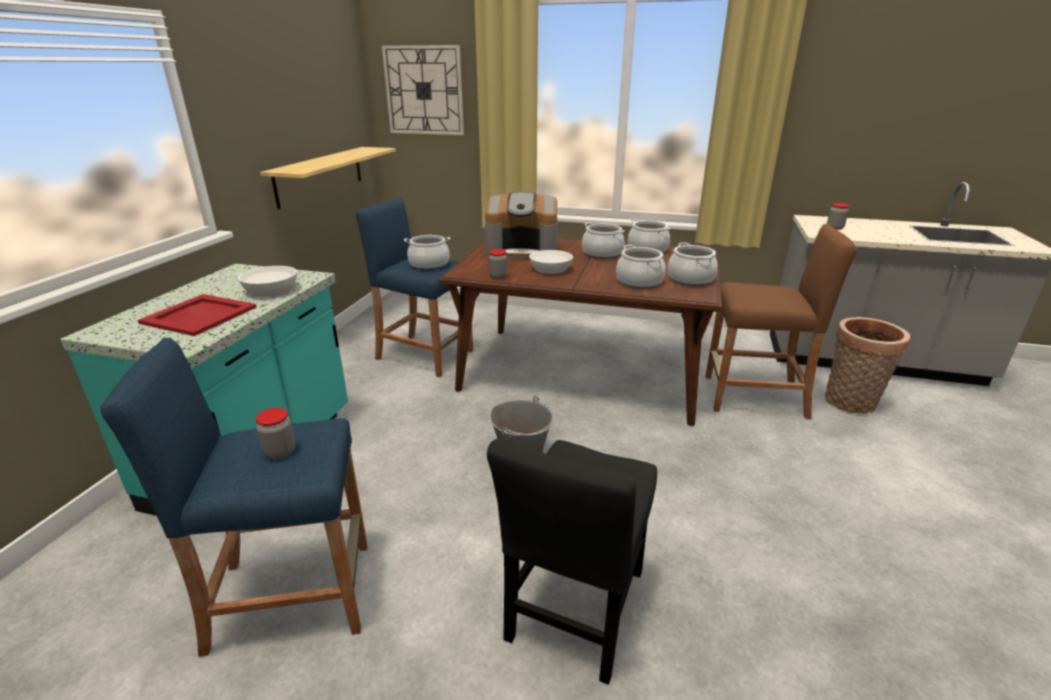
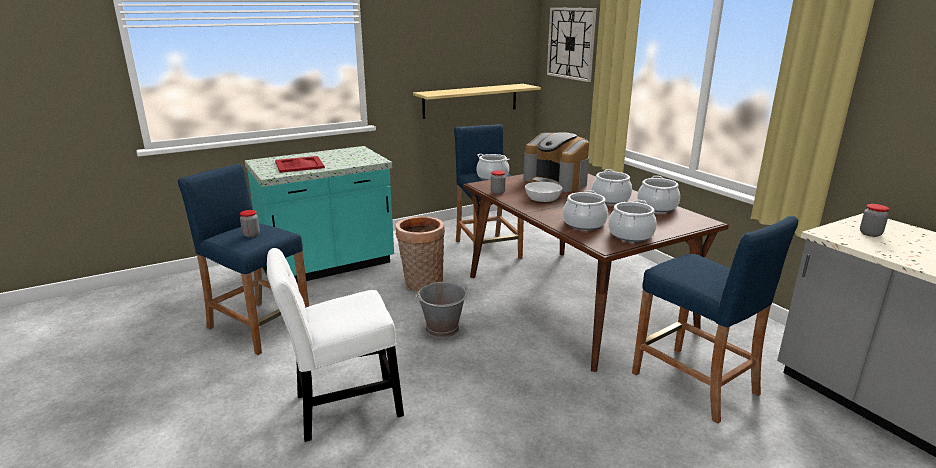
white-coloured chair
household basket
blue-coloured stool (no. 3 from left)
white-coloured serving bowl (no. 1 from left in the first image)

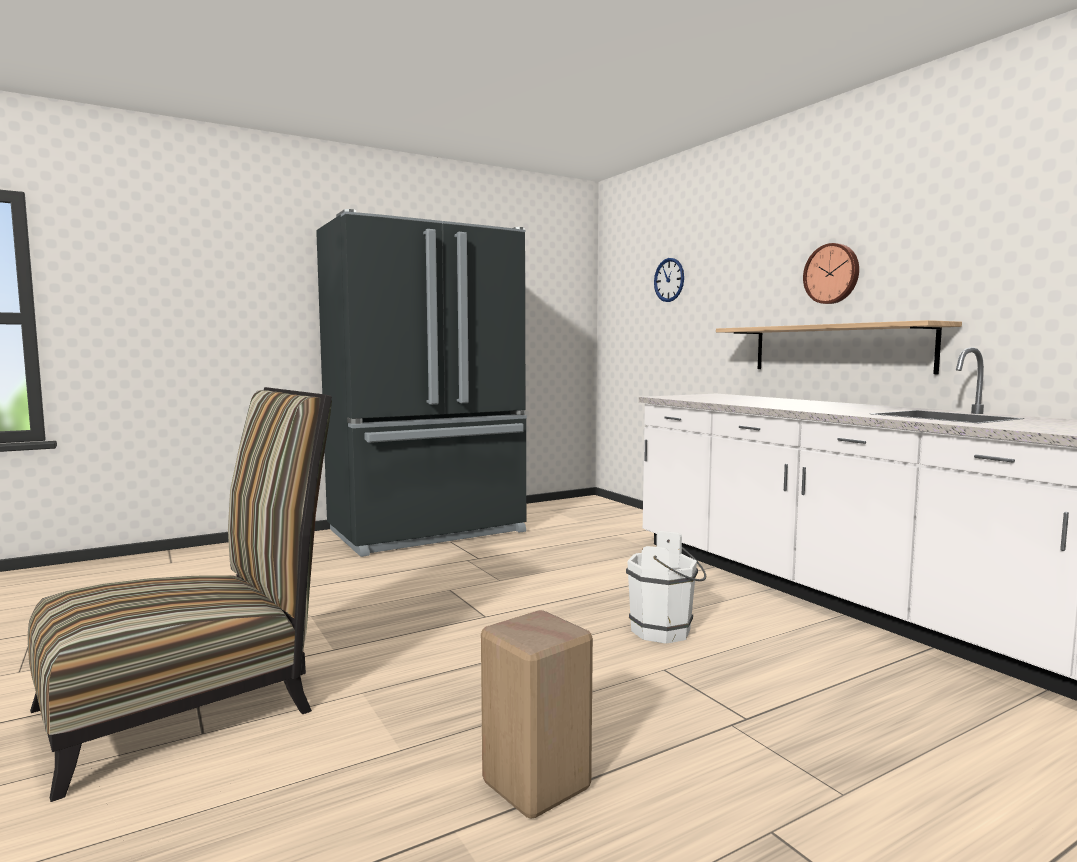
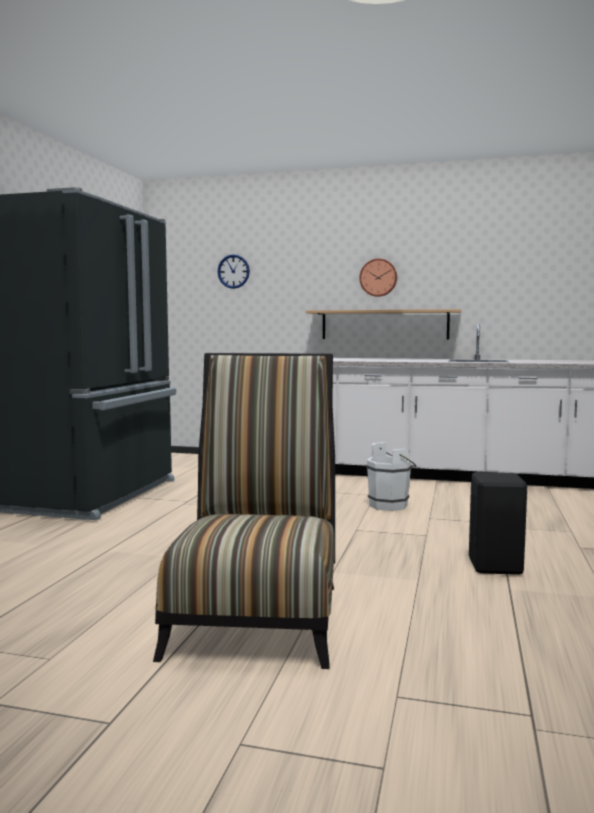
black-coloured stool

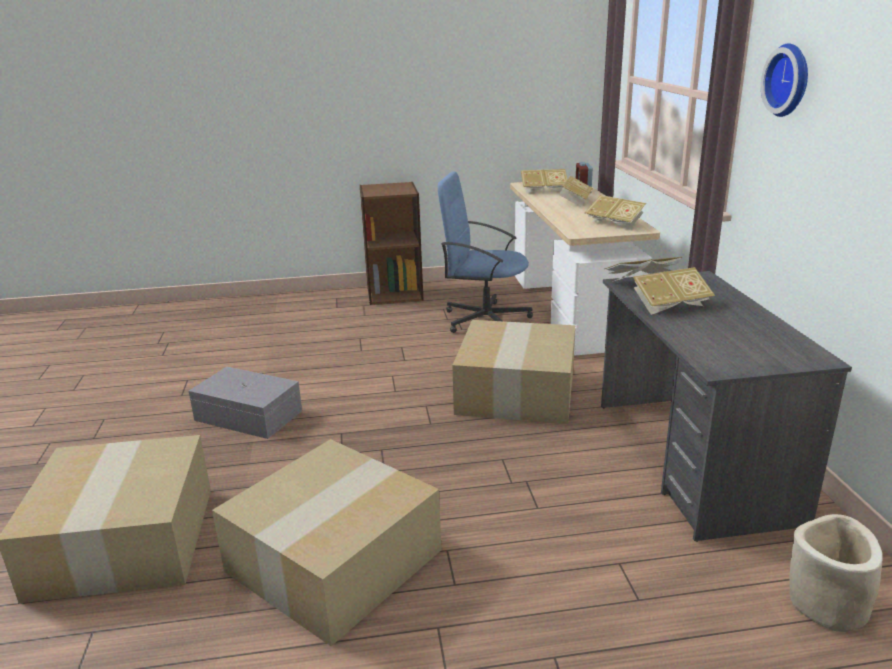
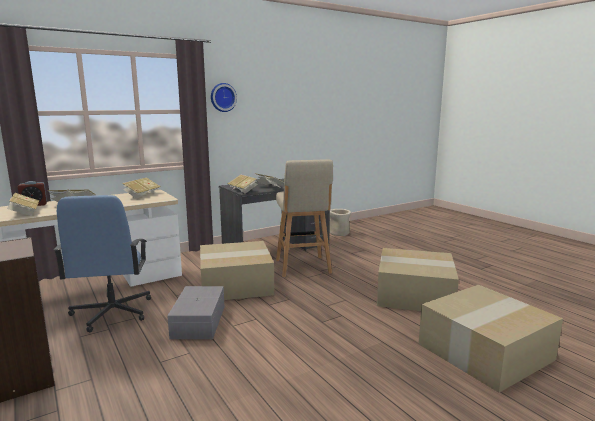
gray storage bin
beige-coloured stool

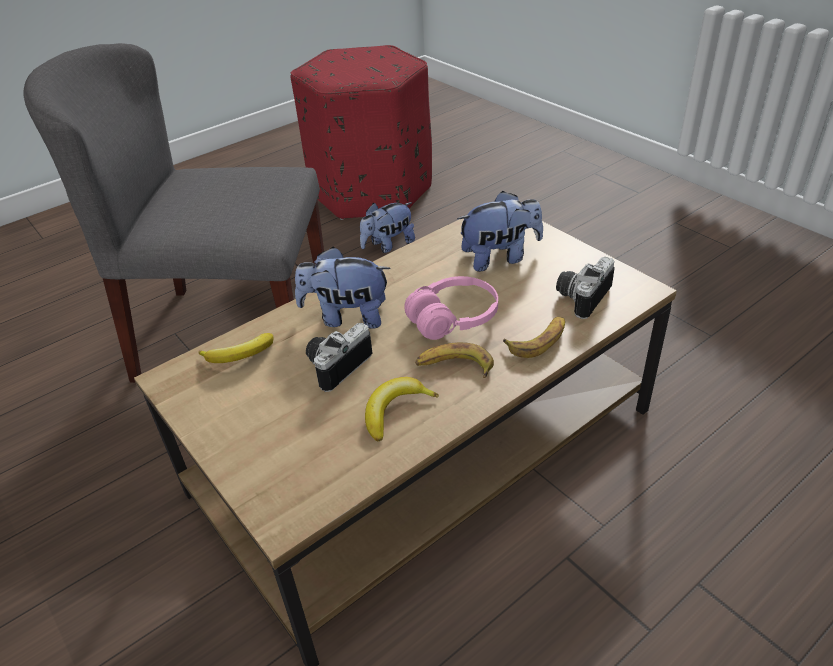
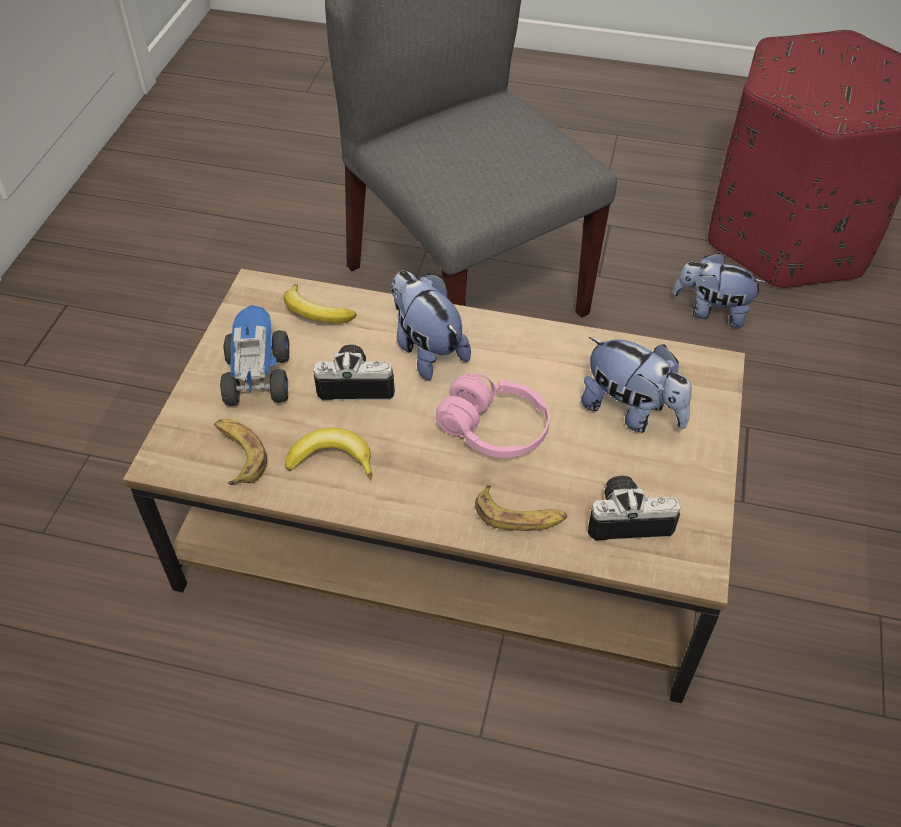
whole banana (no. 1 from left)
model truck

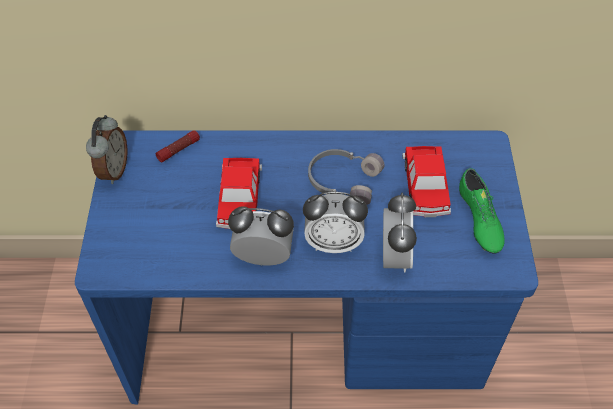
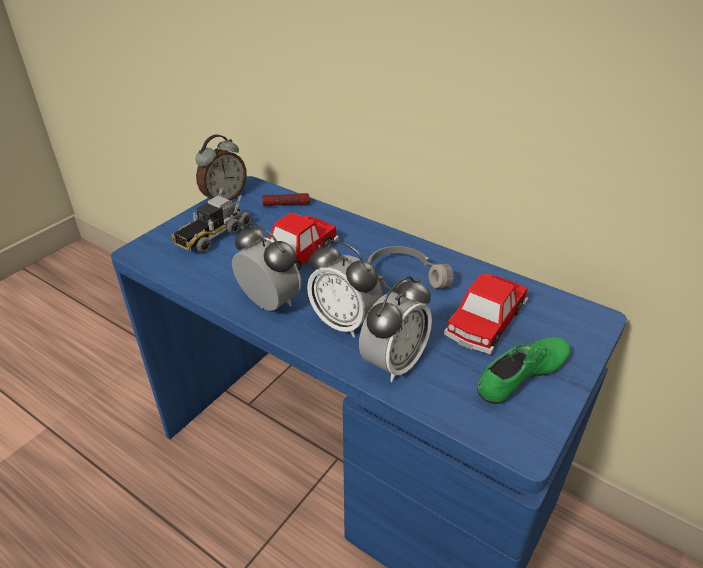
model truck
green-coloured item of footwear

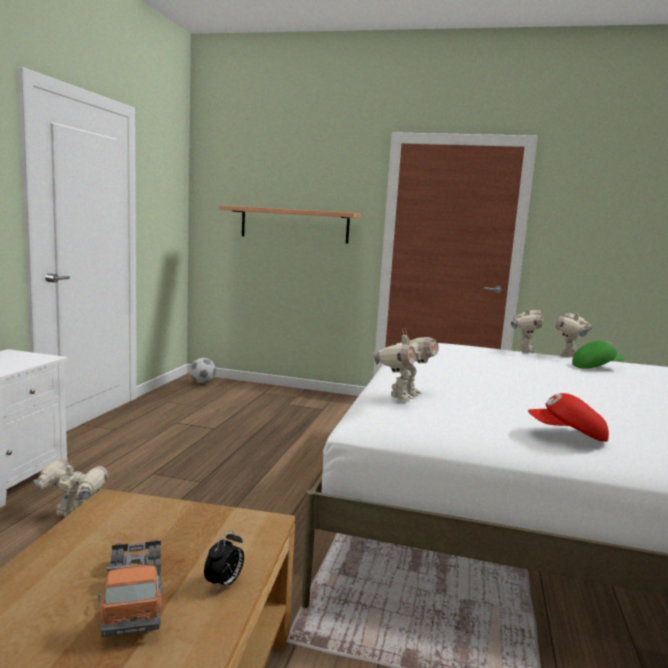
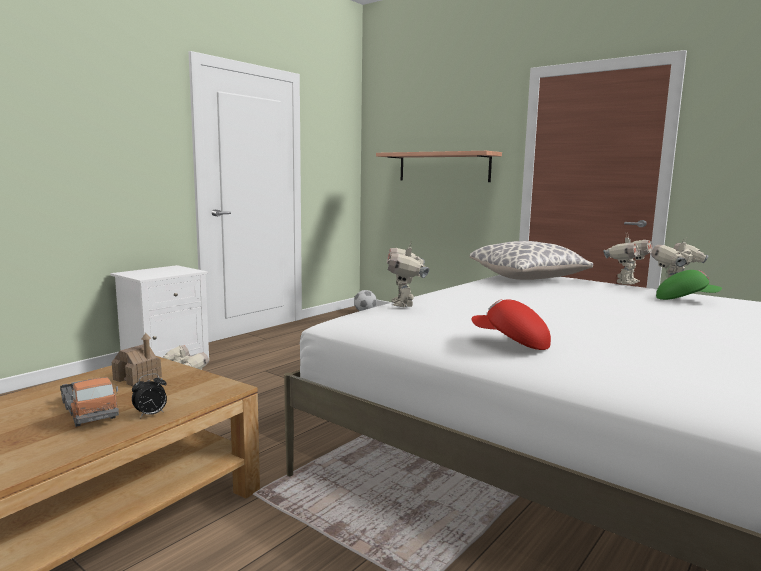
model truck
toy house
toy robot (no. 2 from left)
cushion

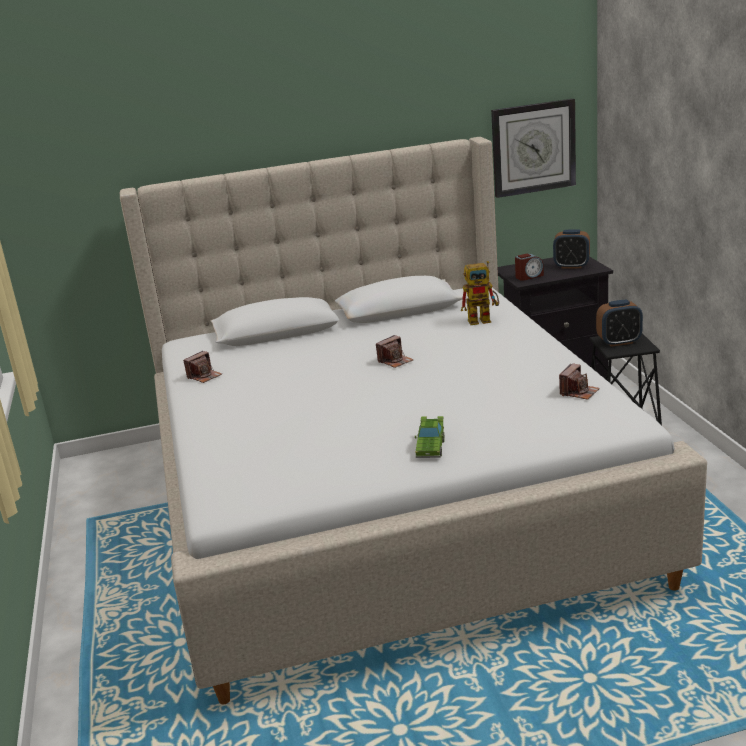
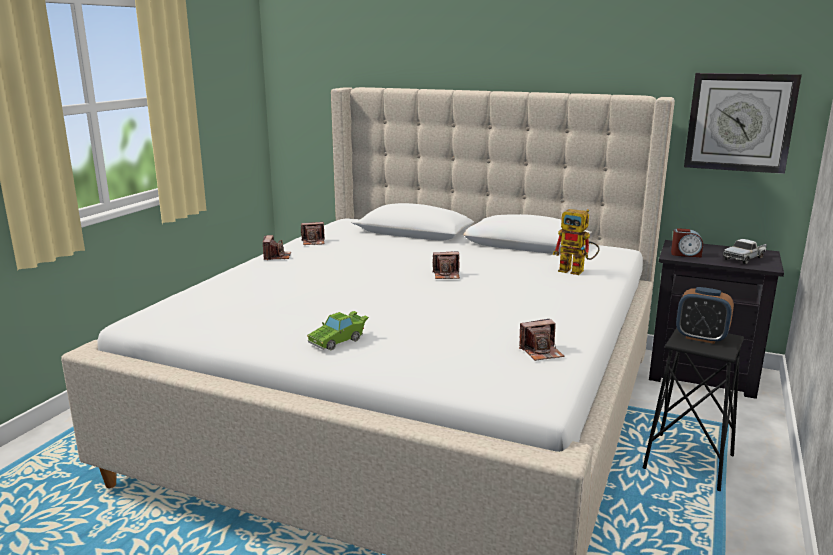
photo camera (no. 1 from left)
model truck

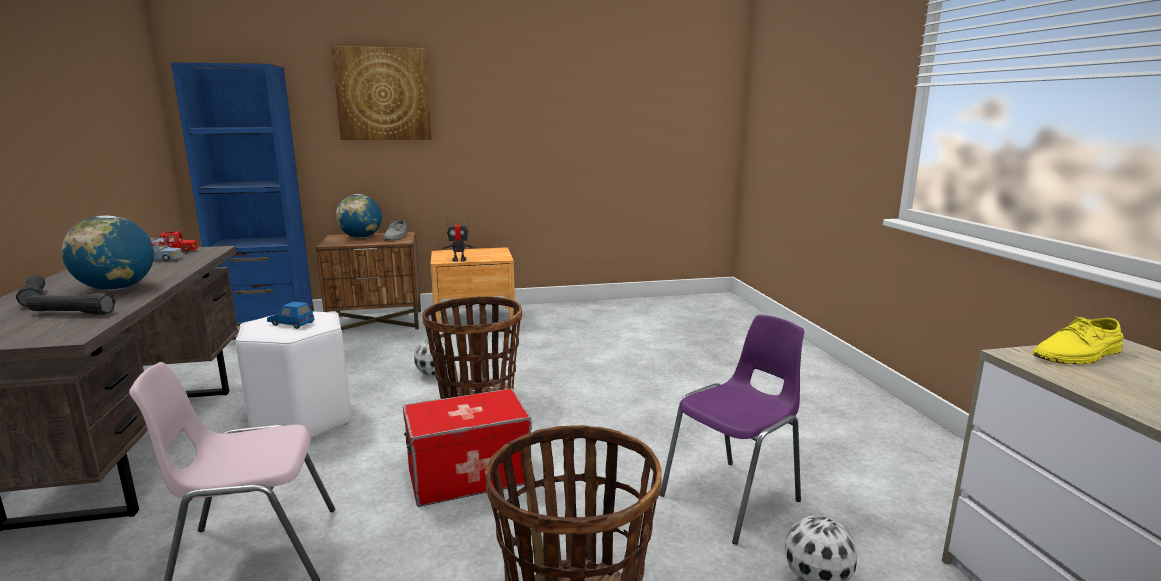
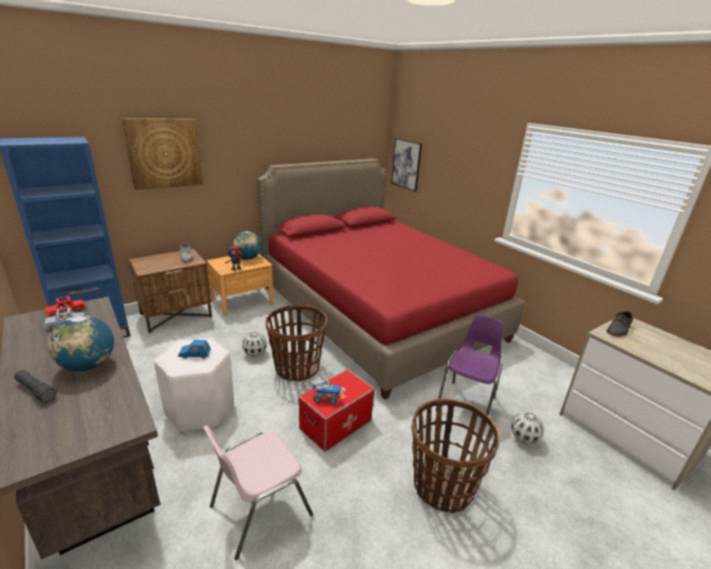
desk globe (no. 2 from left)
red-coloured bedroom bed
model truck
wall art (no. 2 from left)
gray item of footwear (no. 2 from left)
black-coloured torch (no. 2 from left in the first image)

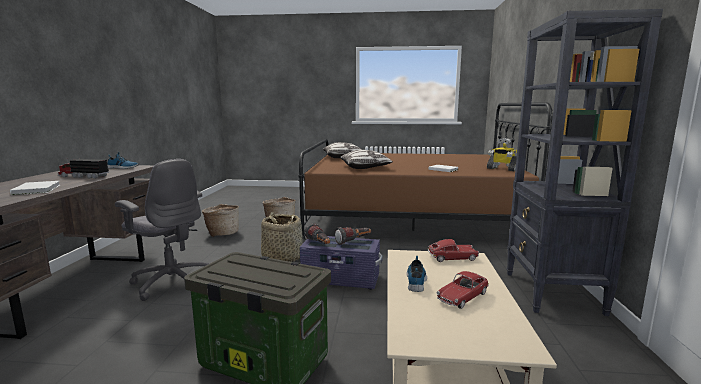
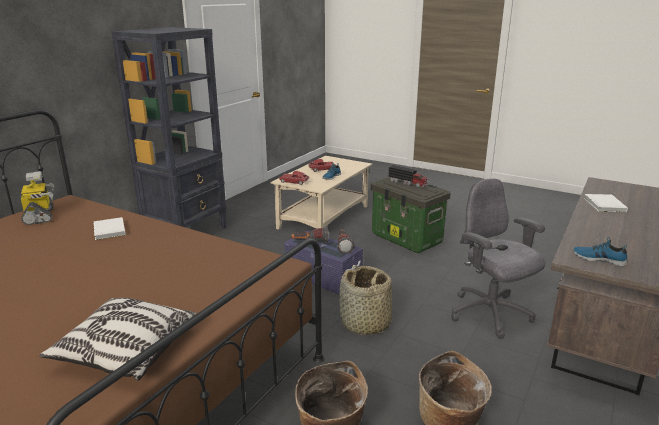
model truck
cushion (no. 2 from left in the first image)

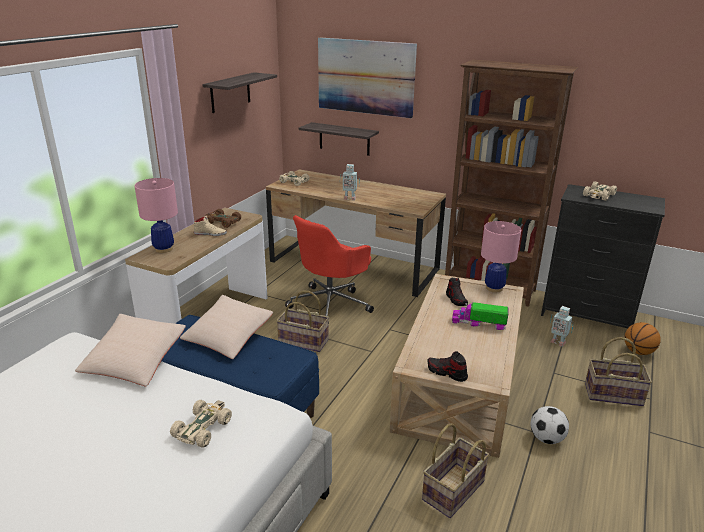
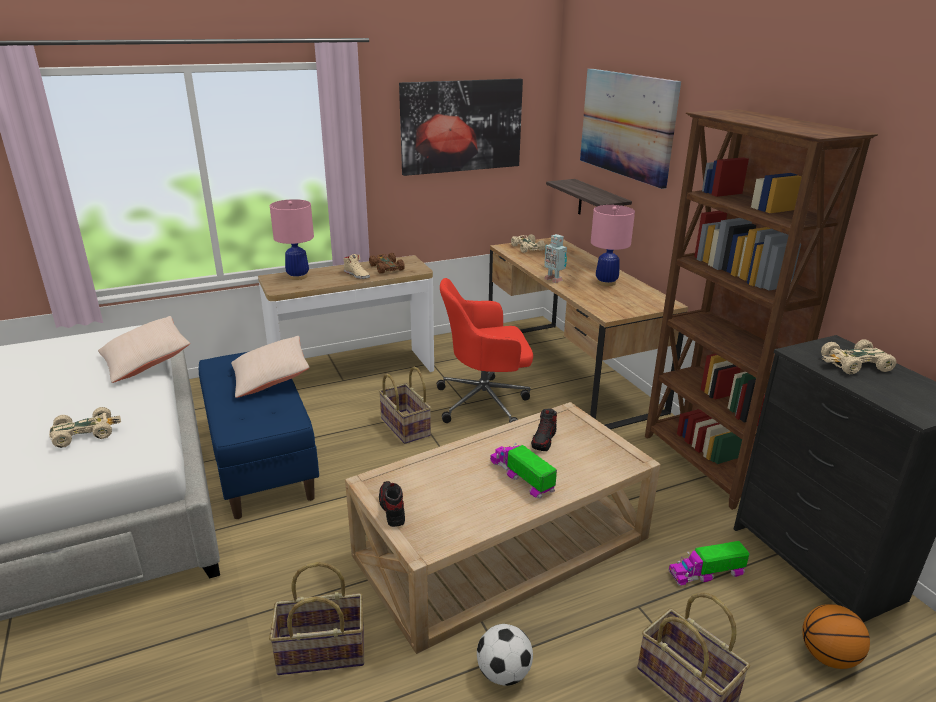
wall art (no. 1 from left)
pink-coloured lamp for a table (no. 2 from left)
model truck (no. 2 from left)

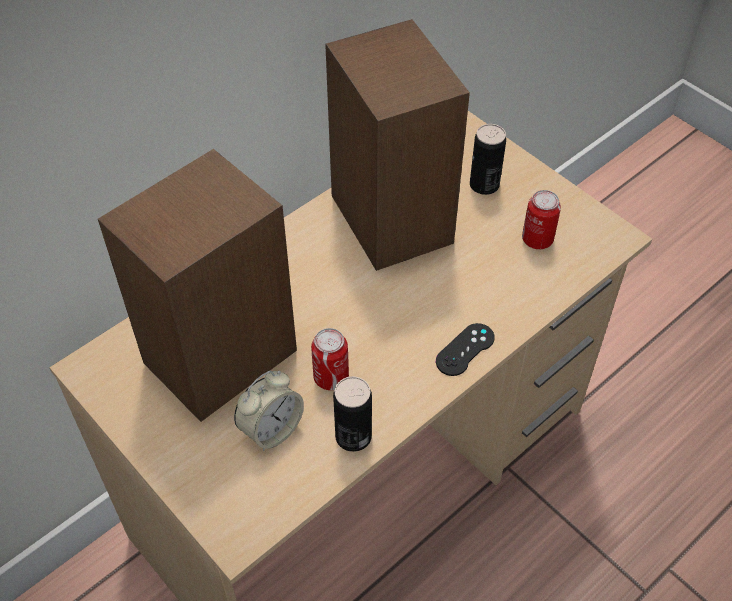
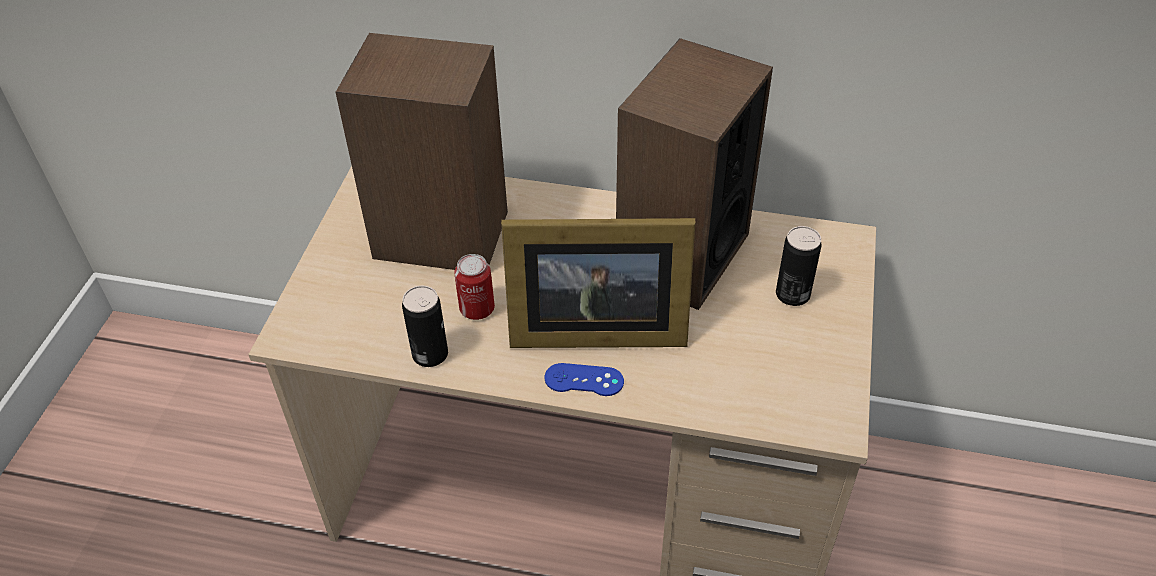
picture frame
blue-coloured joypad
bedside clock
metal can (no. 4 from left in the first image)

